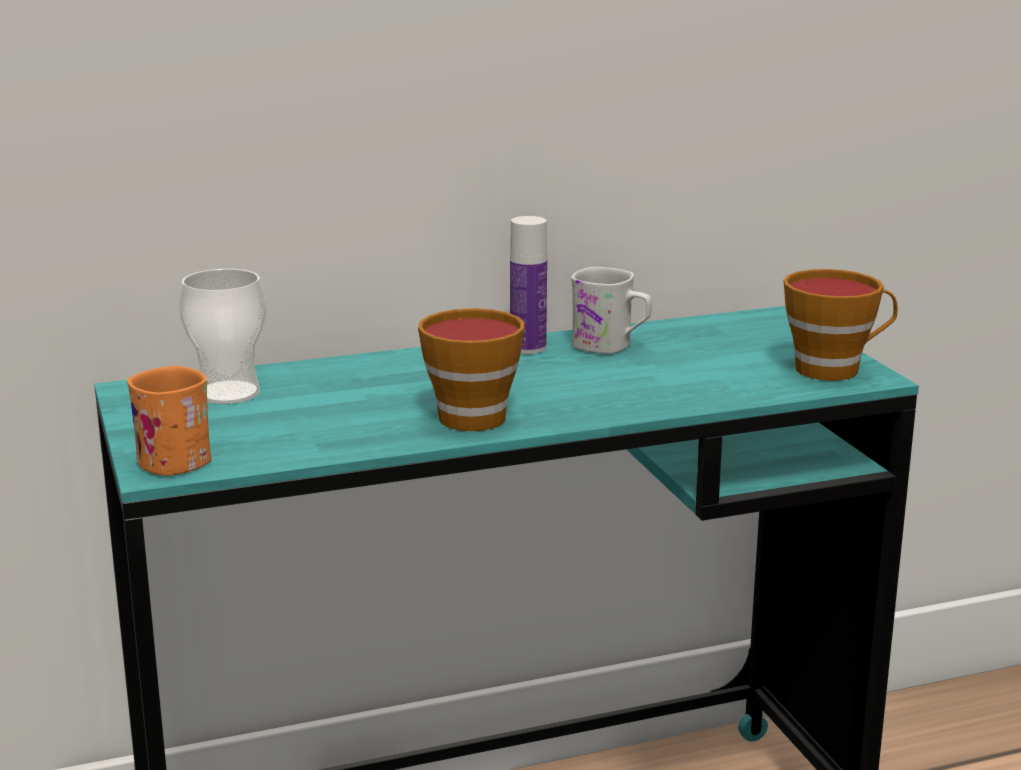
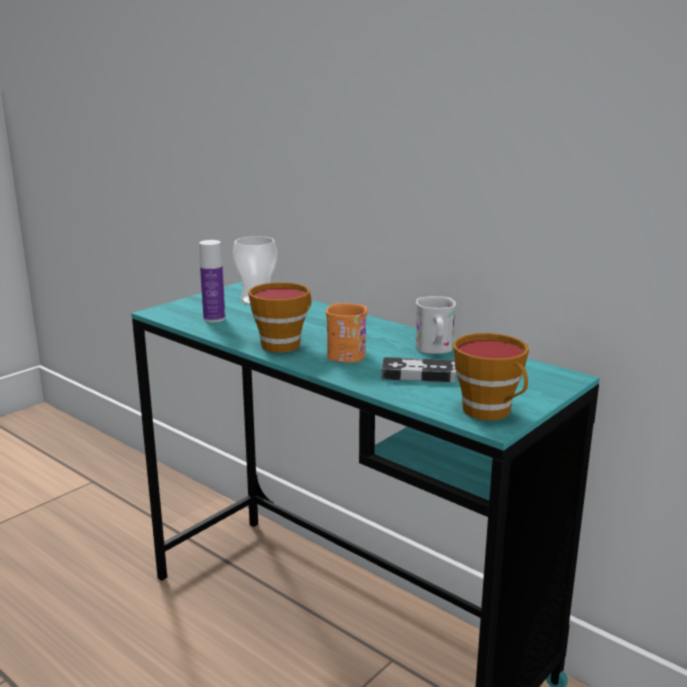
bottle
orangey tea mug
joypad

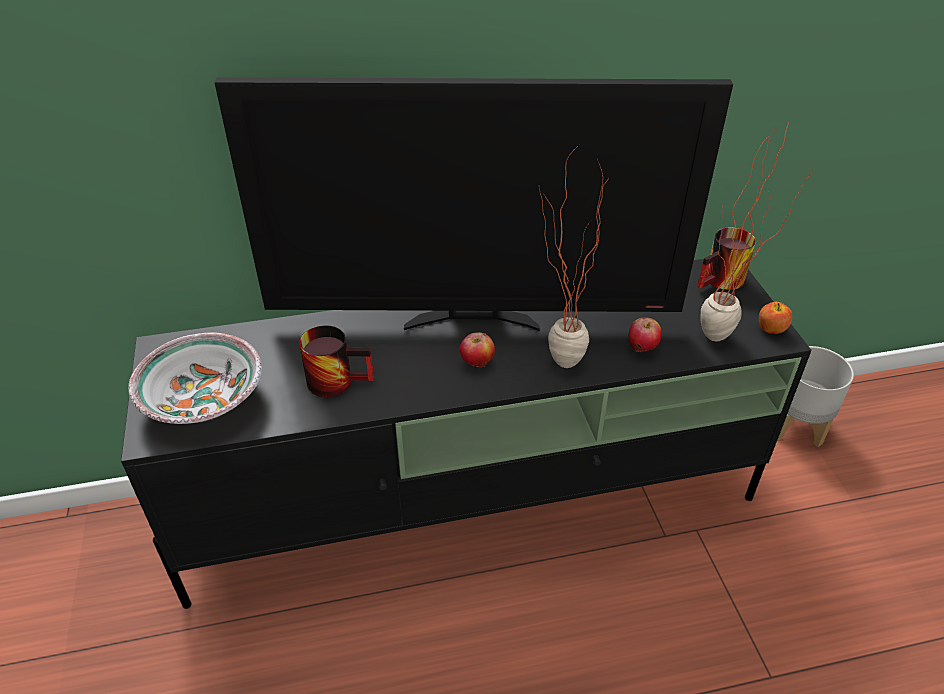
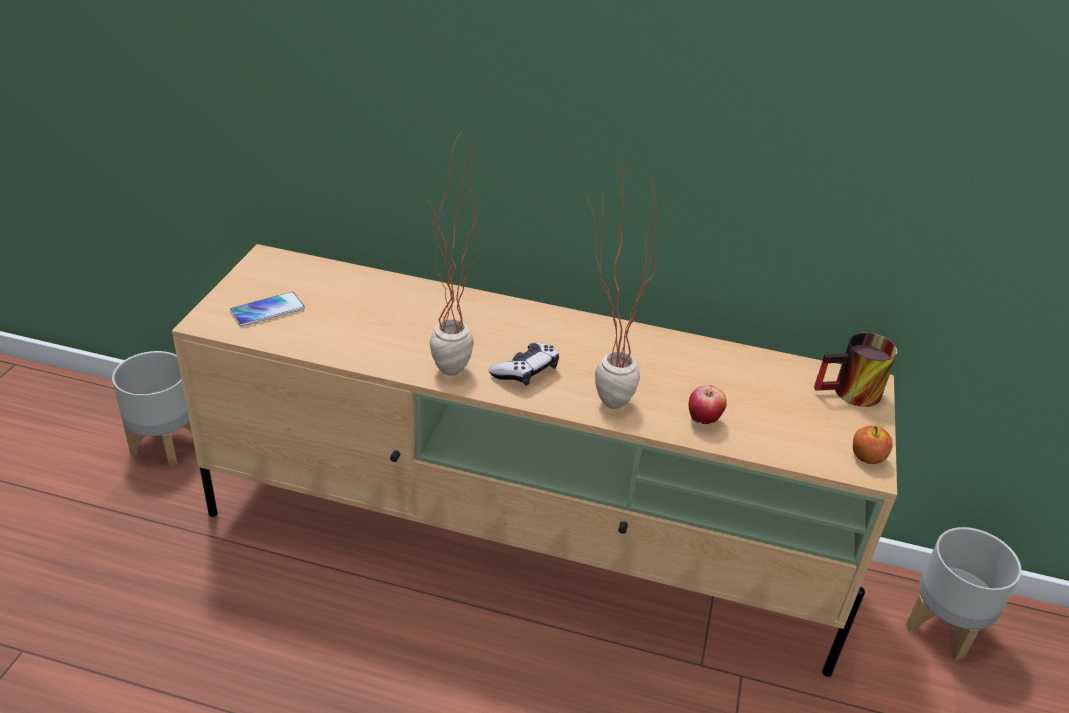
gray planter (no. 1 from left)
beige-coloured tv unit
phone
plant in a pot (no. 1 from left)
joypad
TV
tea mug (no. 1 from left in the first image)

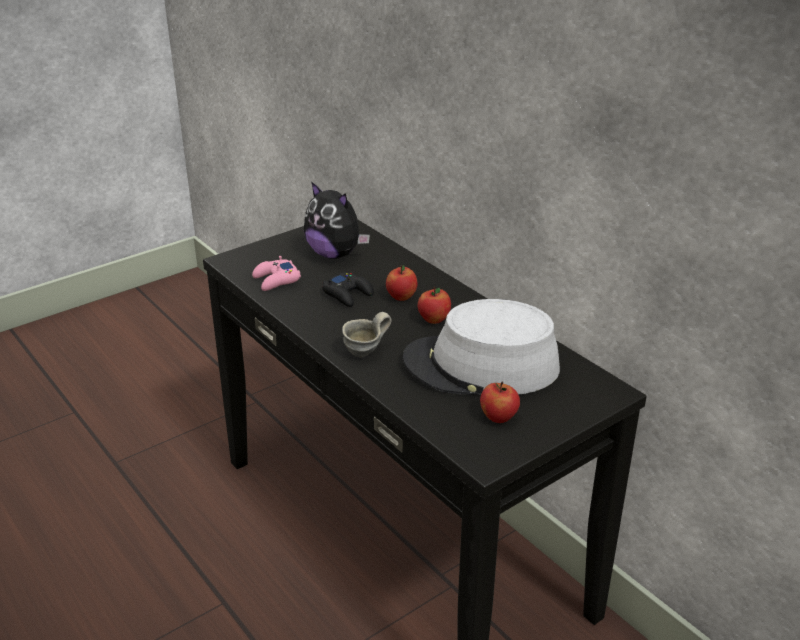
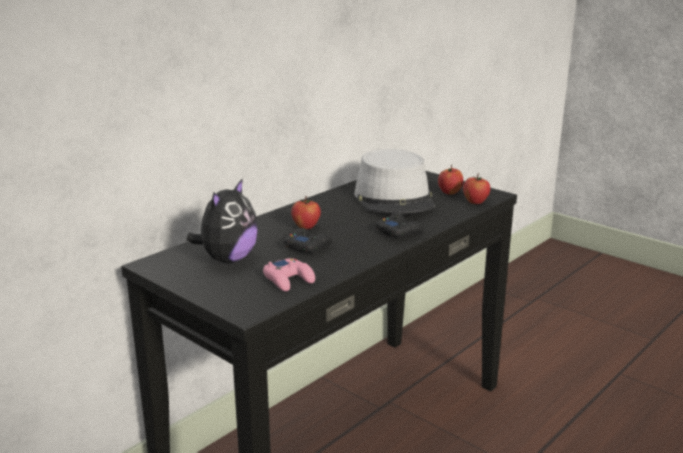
black-coloured joypad (no. 2 from left)
apple fruit (no. 3 from left)

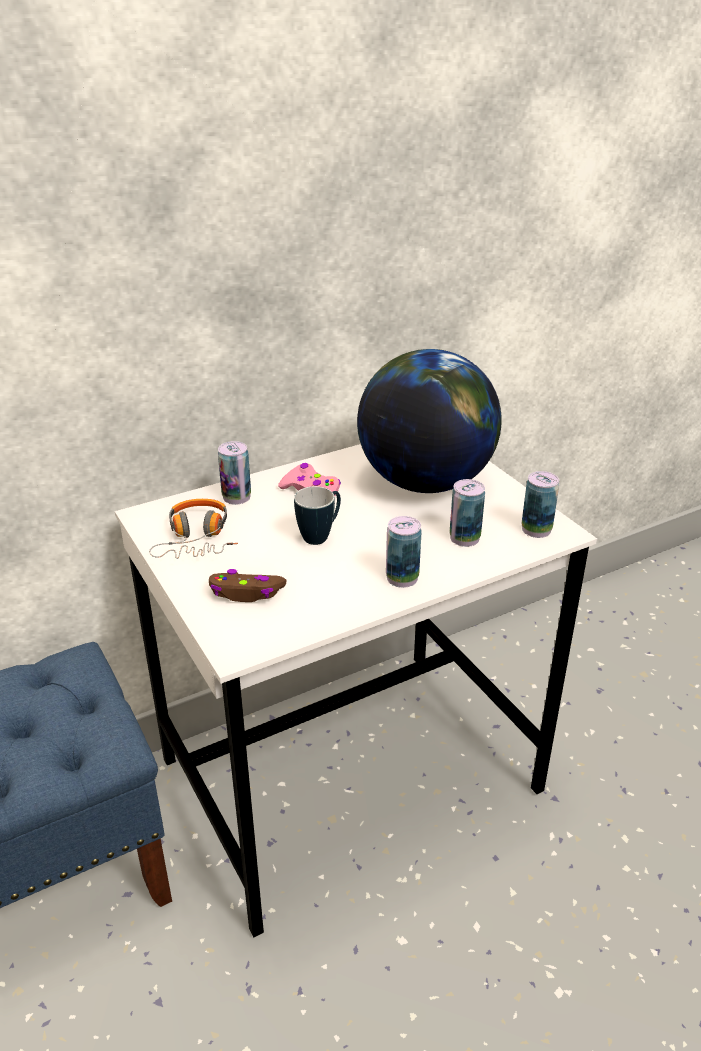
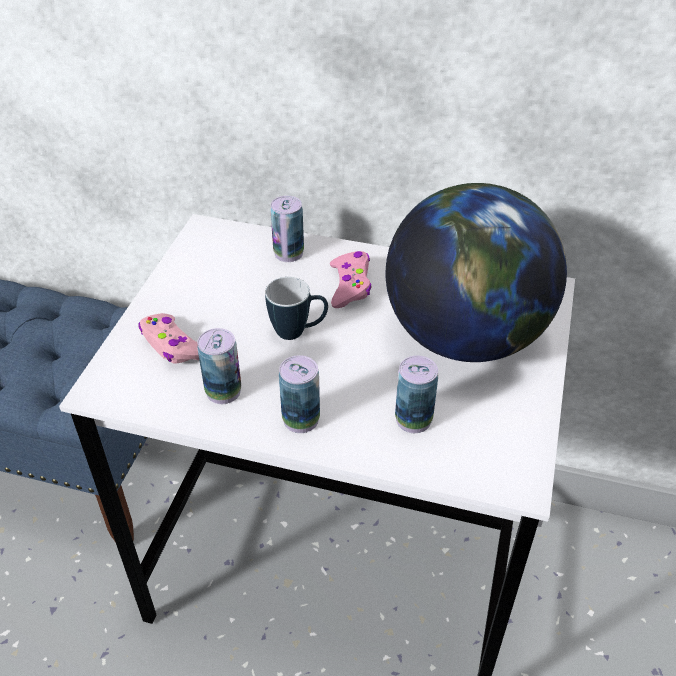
pink-coloured joypad (no. 1 from left)
metal can (no. 1 from left)
pair of headphones

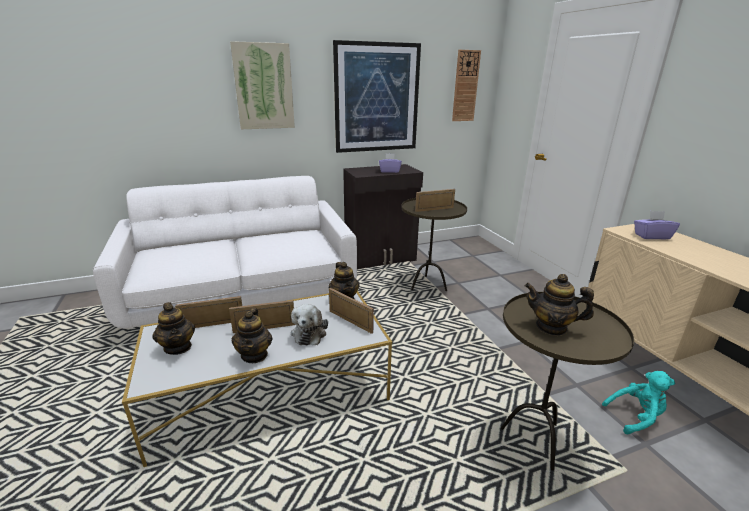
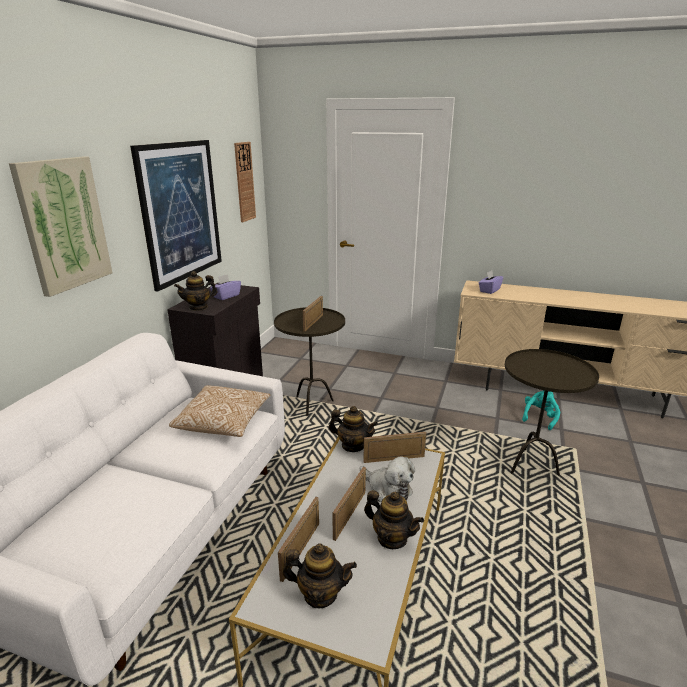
cushion
pot for tea (no. 1 from left)

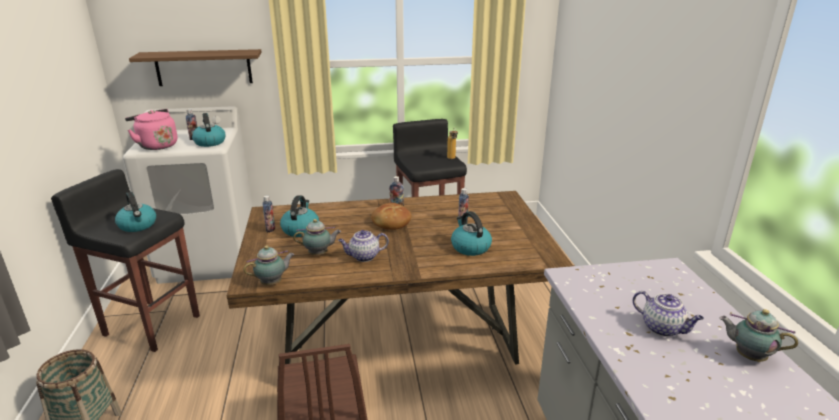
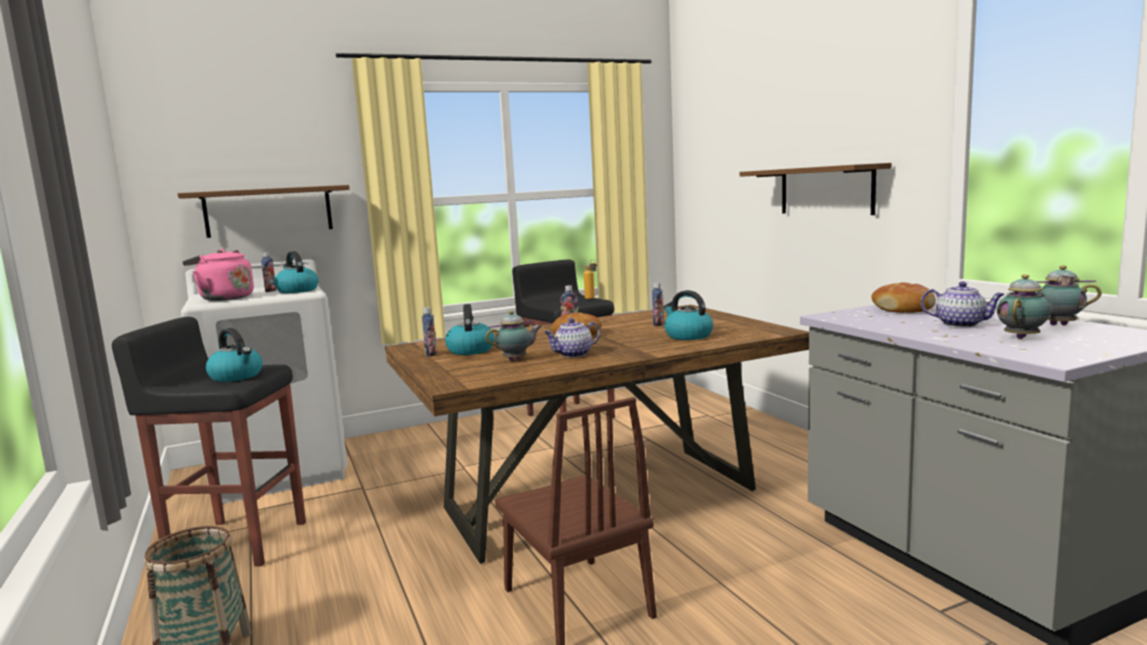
wall shelf (no. 2 from left)
bread (no. 2 from left)
pot for tea (no. 4 from left)

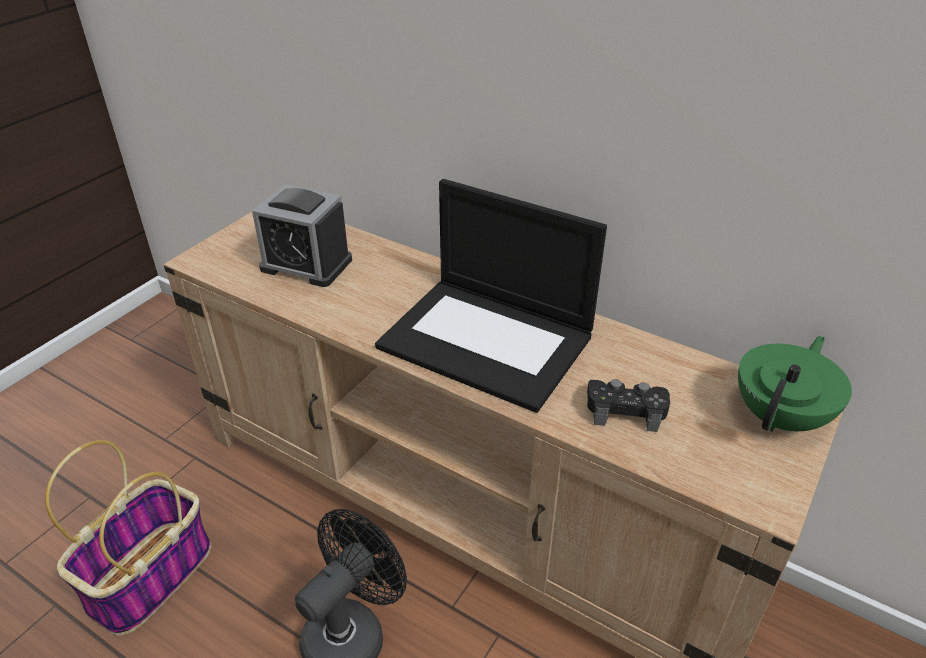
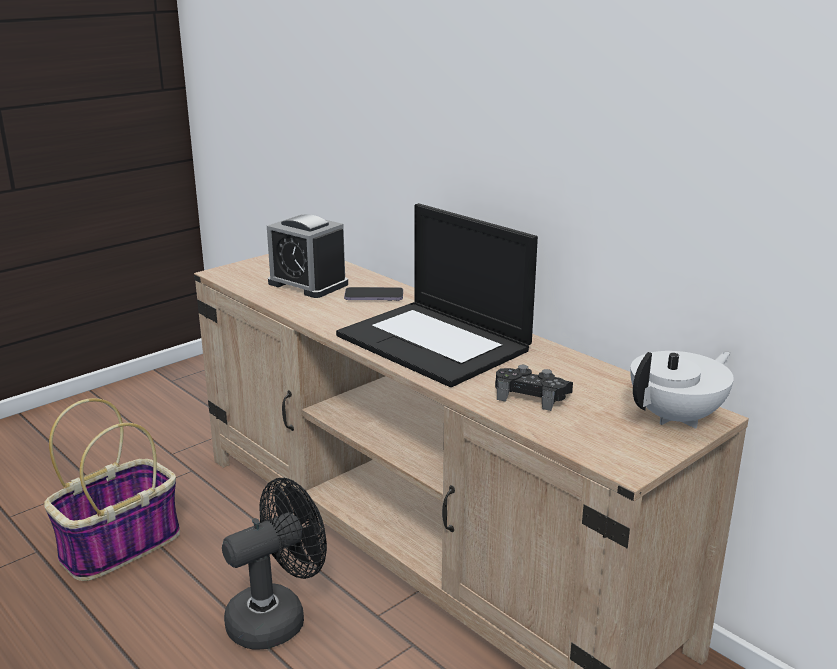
phone
white-coloured pot for tea

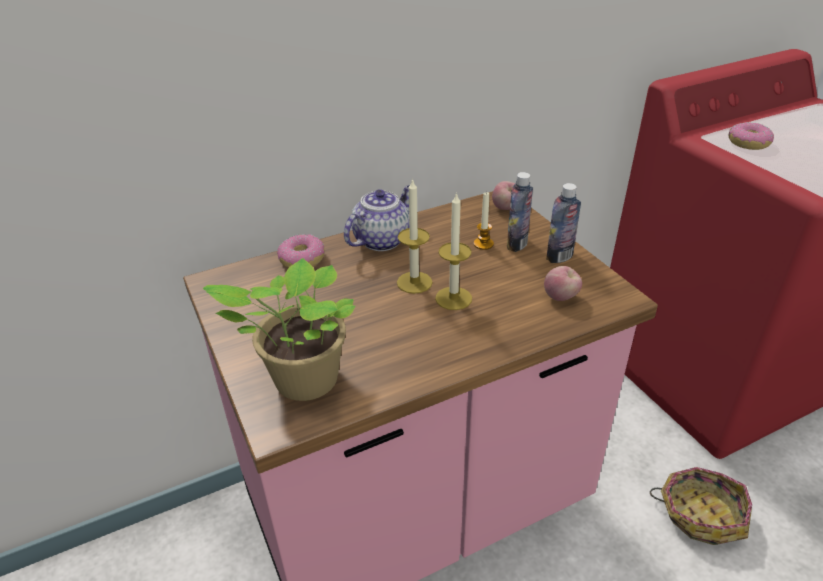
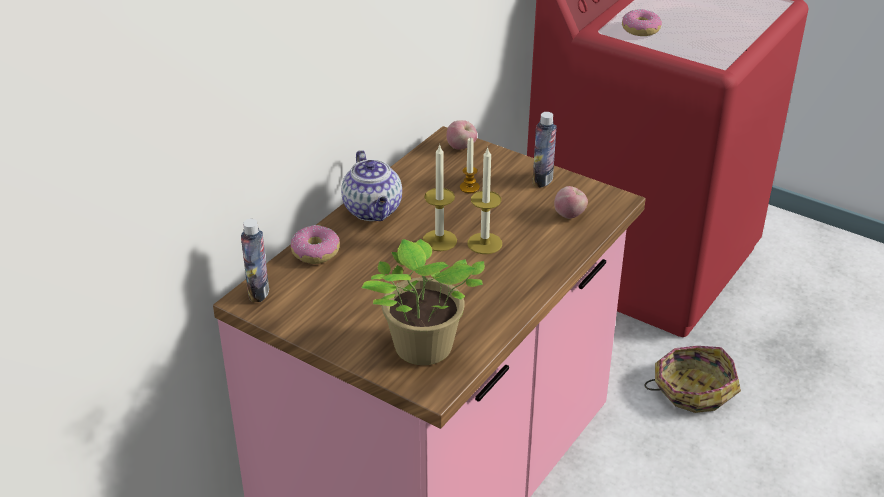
bottle (no. 1 from left)
pot for tea

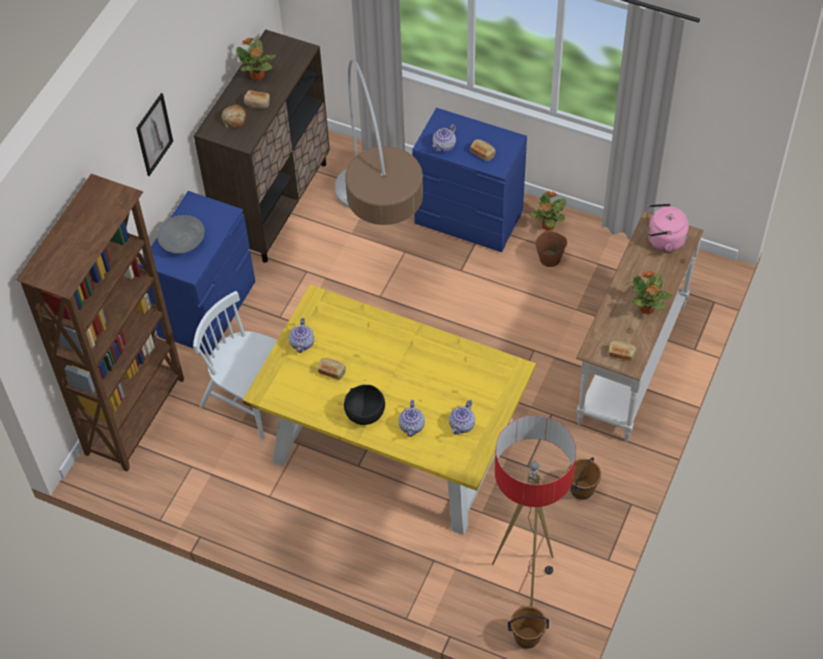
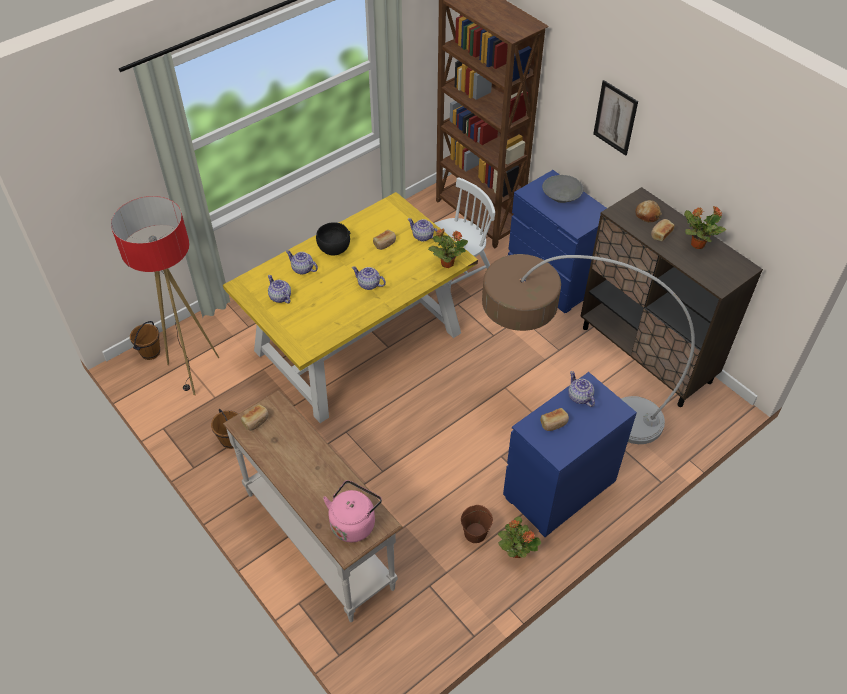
pot for tea (no. 3 from left)
plant in a pot (no. 1 from left)

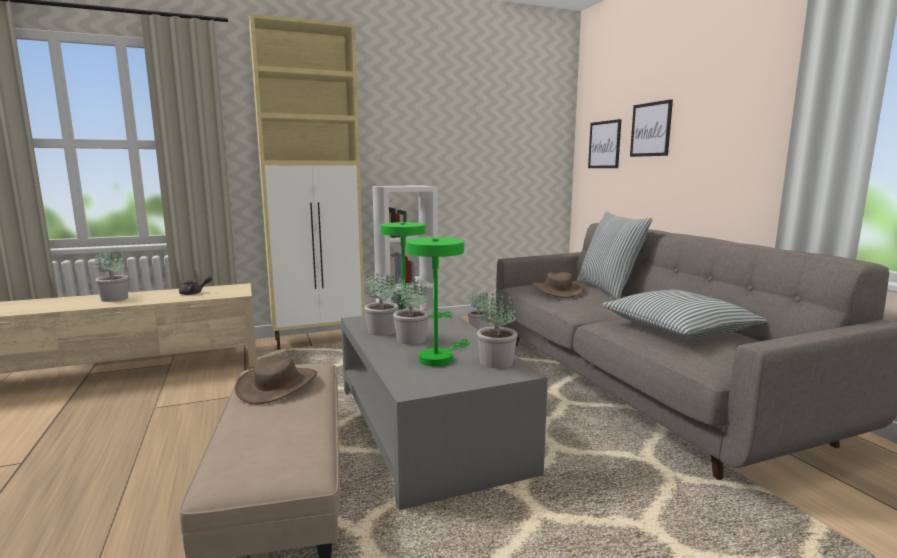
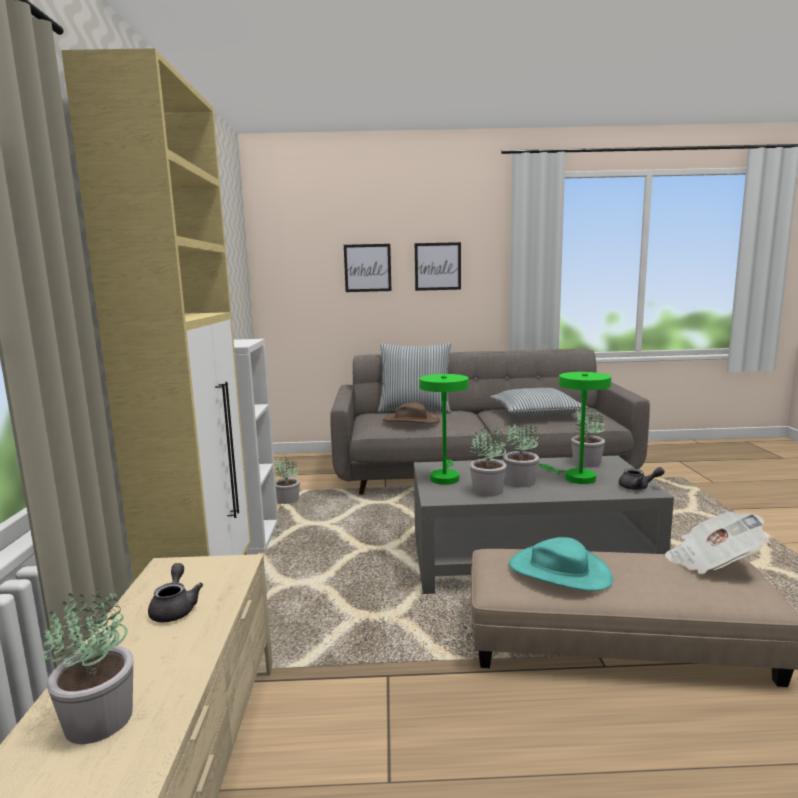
wall art (no. 2 from left)
blue-green clothing hat
gray pot for tea (no. 2 from left)
newspaper

